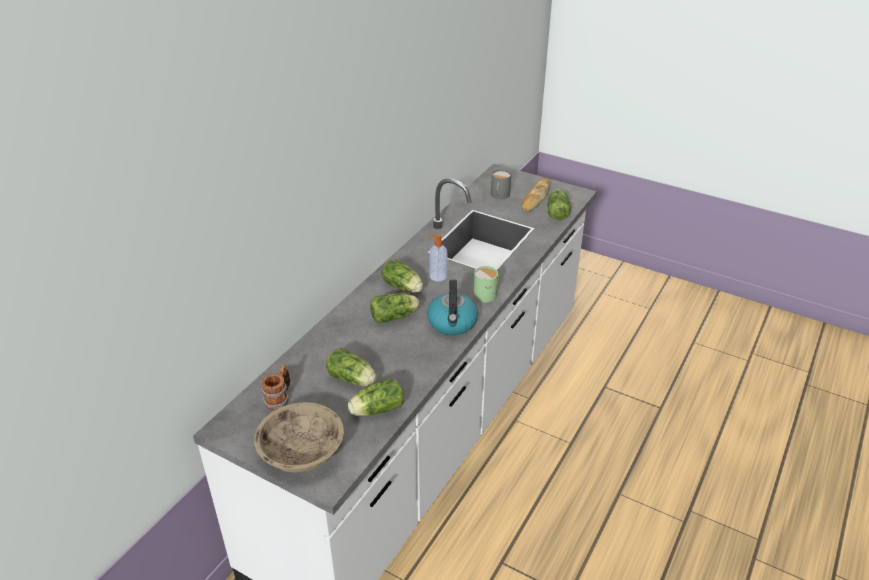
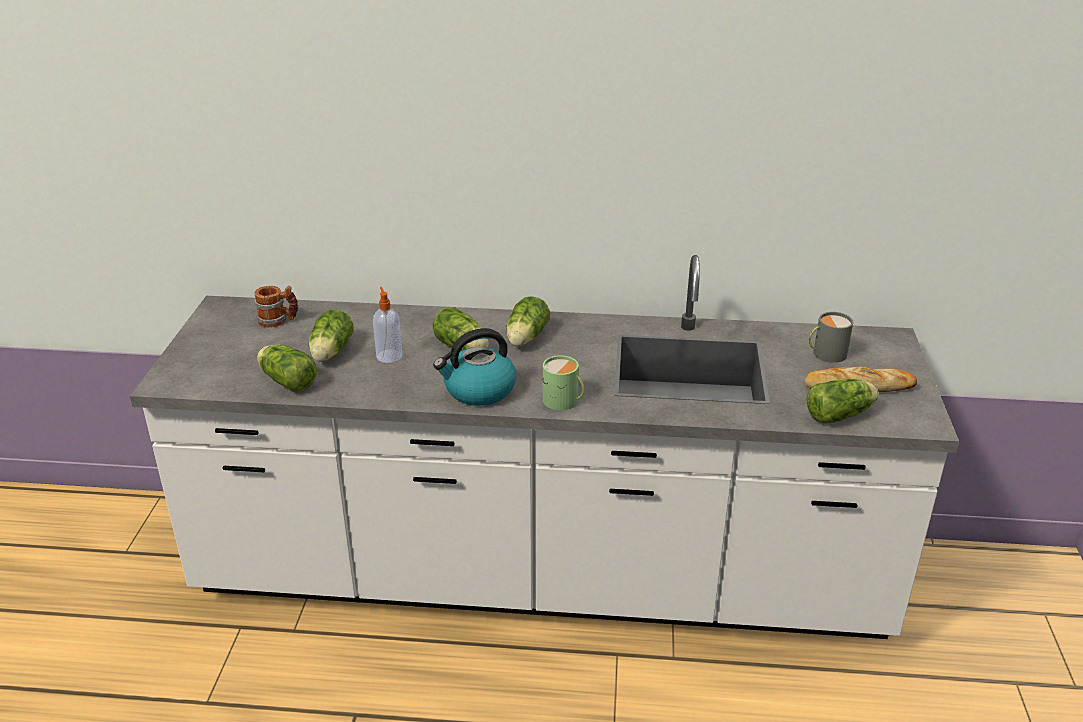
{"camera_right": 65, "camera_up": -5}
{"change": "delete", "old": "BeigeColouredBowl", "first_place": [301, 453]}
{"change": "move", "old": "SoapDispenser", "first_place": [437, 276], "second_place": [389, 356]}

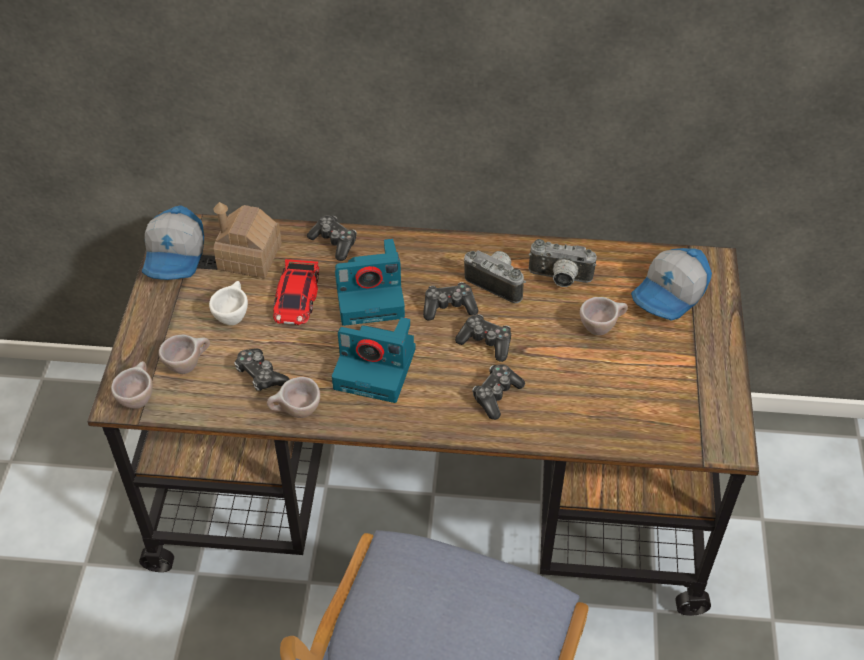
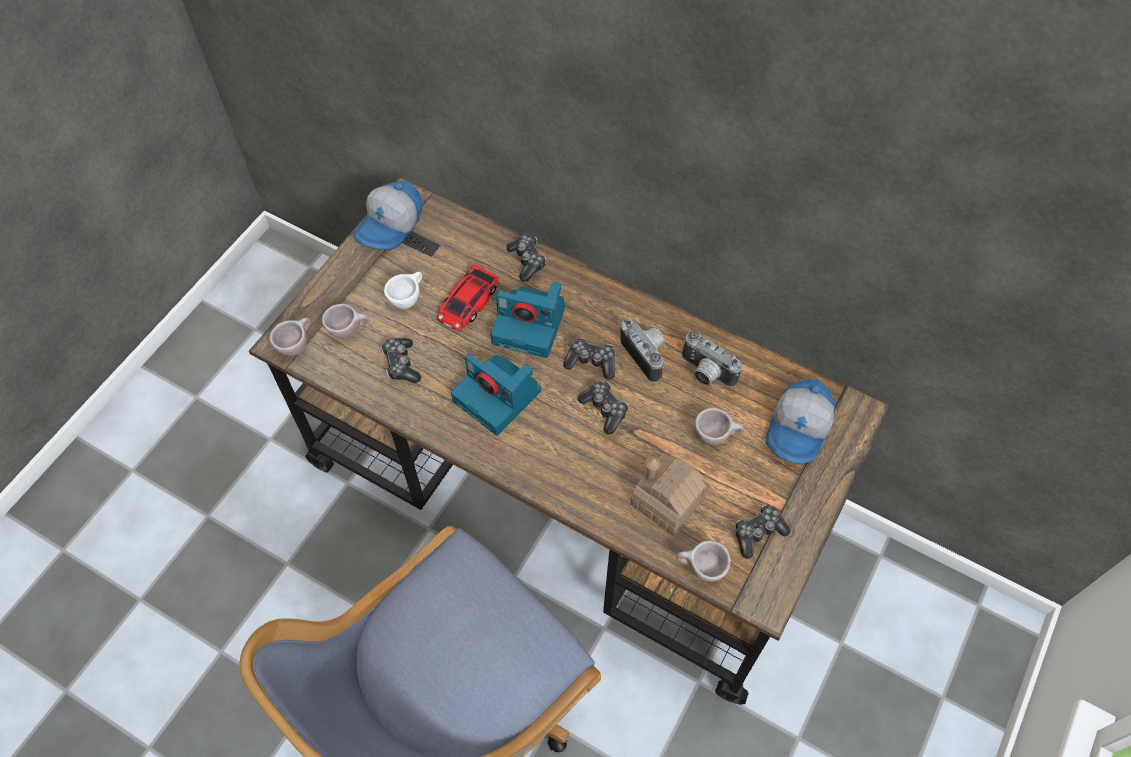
{"camera_right": 25, "camera_up": 10}
{"change": "move", "old": "ModelHouse", "first_place": [249, 256], "second_place": [667, 501]}
{"change": "move", "old": "BeigeColouredDrinkingCup", "first_place": [295, 413], "second_place": [700, 569]}
{"change": "move", "old": "Joypad", "first_place": [496, 395], "second_place": [758, 533]}
{"change": "rotate", "old": "PeakedCap", "first_place": [670, 295], "second_place": [799, 429], "degrees": -45}

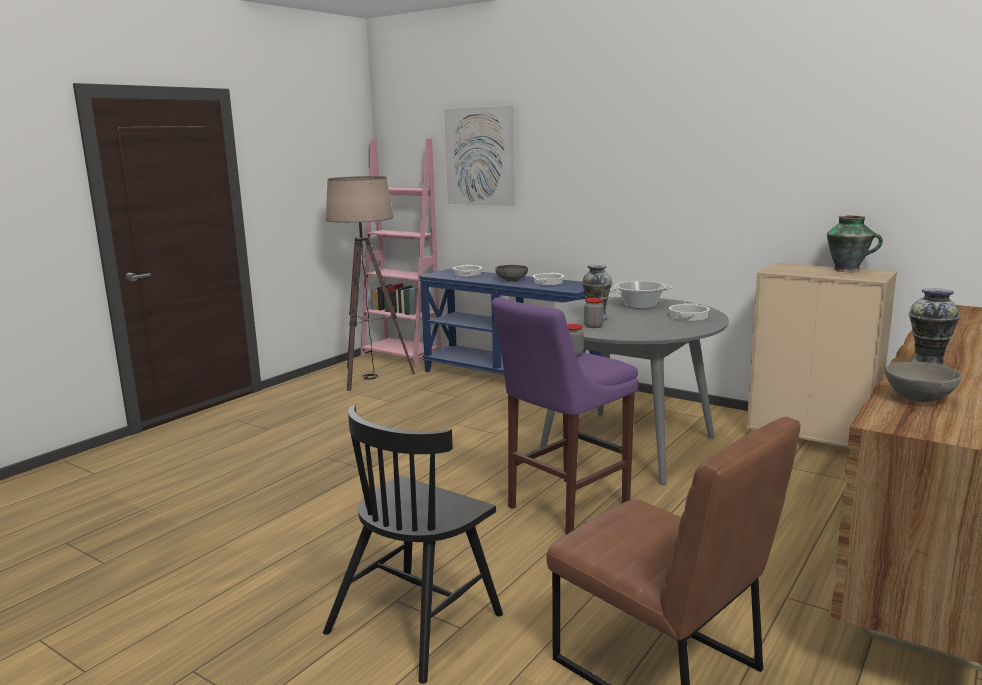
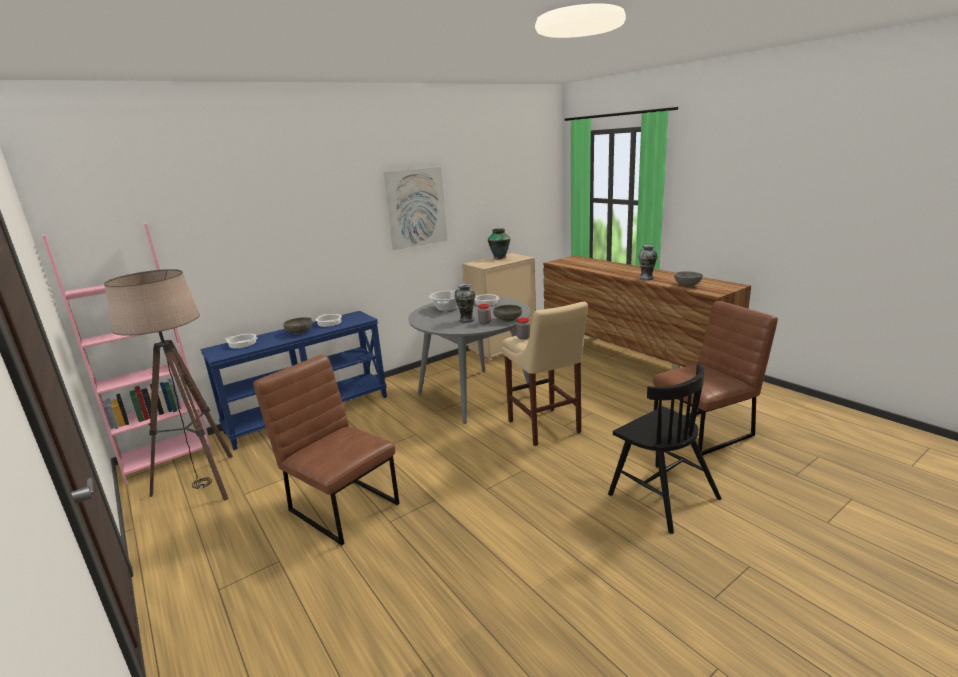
{"camera_right": -70, "camera_up": 5}
{"change": "insert", "new": "BrownColouredChair", "second_place": [342, 505]}
{"change": "insert", "new": "GreyBowl", "second_place": [507, 320]}
{"change": "move", "old": "Picture", "first_place": [479, 156], "second_place": [416, 207]}
{"change": "recolor", "old": "PurpleColouredStool", "new": "BeigeColouredStool", "first_place": [563, 508], "second_place": [545, 428]}

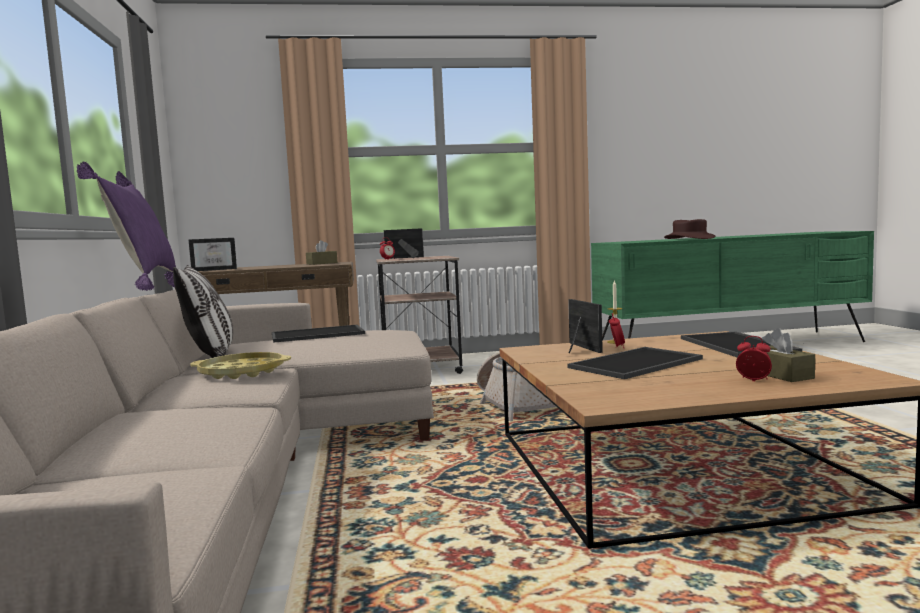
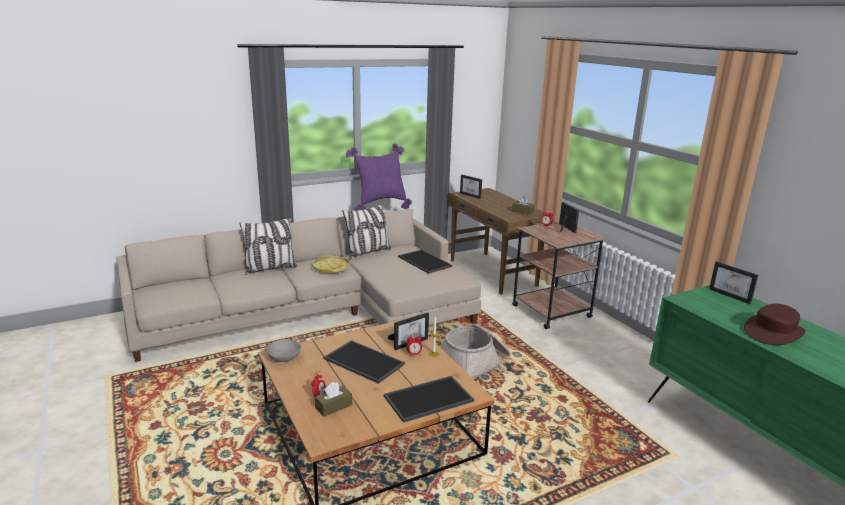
{"camera_right": 70, "camera_up": 15}
{"change": "insert", "new": "ThrowPillow", "second_place": [270, 268]}
{"change": "insert", "new": "GreyBowl", "second_place": [284, 358]}
{"change": "insert", "new": "StandingFrame", "second_place": [732, 295]}

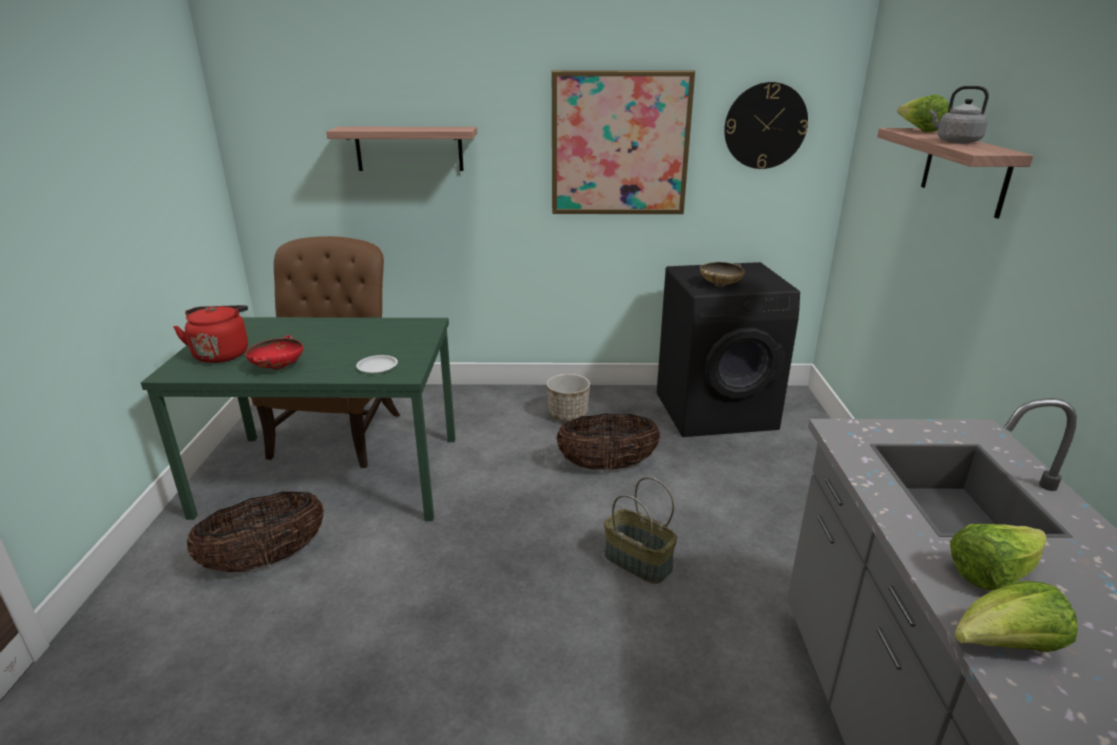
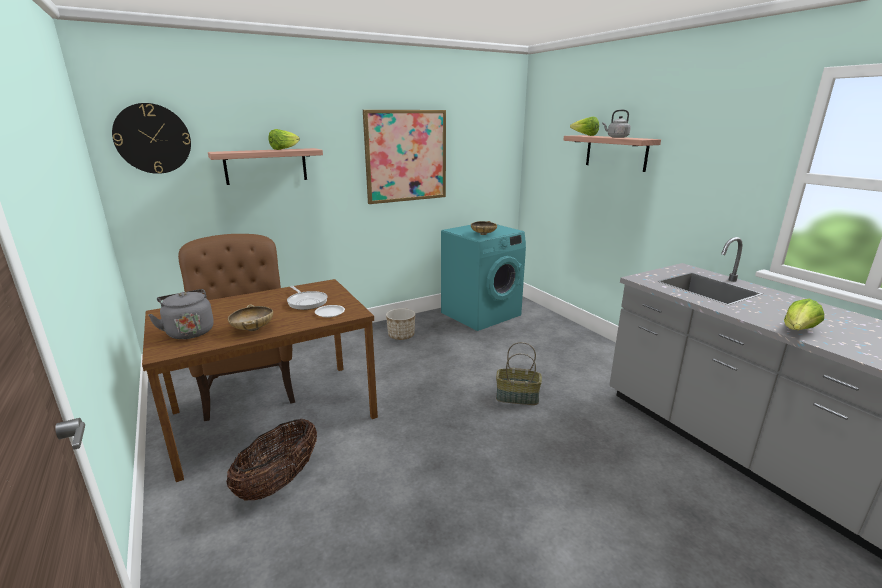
{"camera_right": -30, "camera_up": -5}
{"change": "delete", "old": "HouseholdBasket", "first_place": [607, 465]}
{"change": "insert", "new": "FryingPan", "second_place": [306, 302]}
{"change": "move", "old": "ClockOnTheWall", "first_place": [765, 126], "second_place": [153, 139]}
{"change": "move", "old": "Lettuce", "first_place": [991, 574], "second_place": [284, 149]}
{"change": "recolor", "old": "GreenishDinnerTable", "new": "BrownColouredDinnerTable", "first_place": [335, 474], "second_place": [275, 413]}
{"change": "recolor", "old": "RedTeaKettle", "new": "GreyTeaKettle", "first_place": [222, 353], "second_place": [189, 331]}
{"change": "recolor", "old": "RedBowl", "new": "BeigeColouredBowl", "first_place": [277, 367], "second_place": [253, 329]}
{"change": "recolor", "old": "BlackishWashingMachine", "new": "TurquoiseWashingMachine", "first_place": [716, 411], "second_place": [482, 314]}

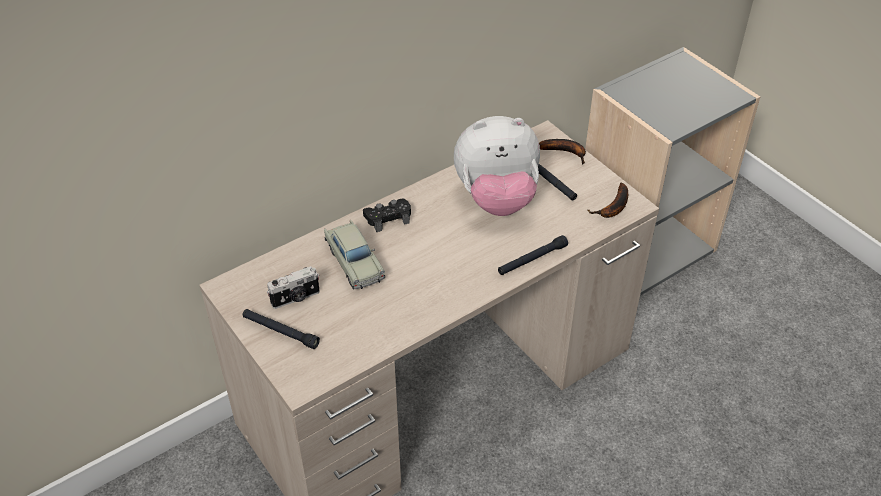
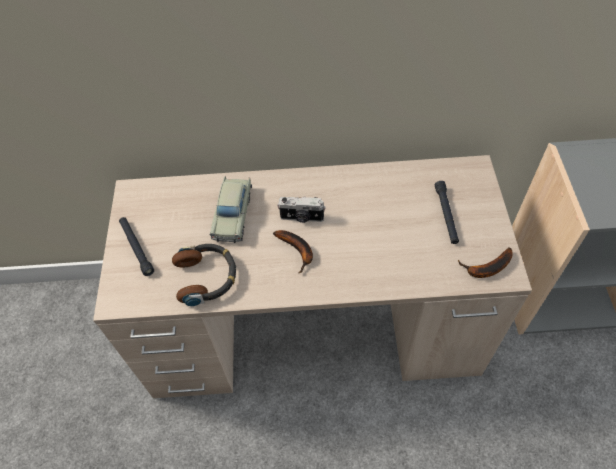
{"camera_right": 35, "camera_up": 10}
{"change": "delete", "old": "BlackishJoypad", "first_place": [388, 218]}
{"change": "delete", "old": "PlushToy", "first_place": [496, 199]}
{"change": "delete", "old": "BlackishTorch", "first_place": [532, 260]}
{"change": "insert", "new": "Headphones", "second_place": [207, 277]}
{"change": "move", "old": "StillCamera", "first_place": [296, 298], "second_place": [302, 218]}
{"change": "move", "old": "BananaFruit", "first_place": [565, 152], "second_place": [298, 251]}

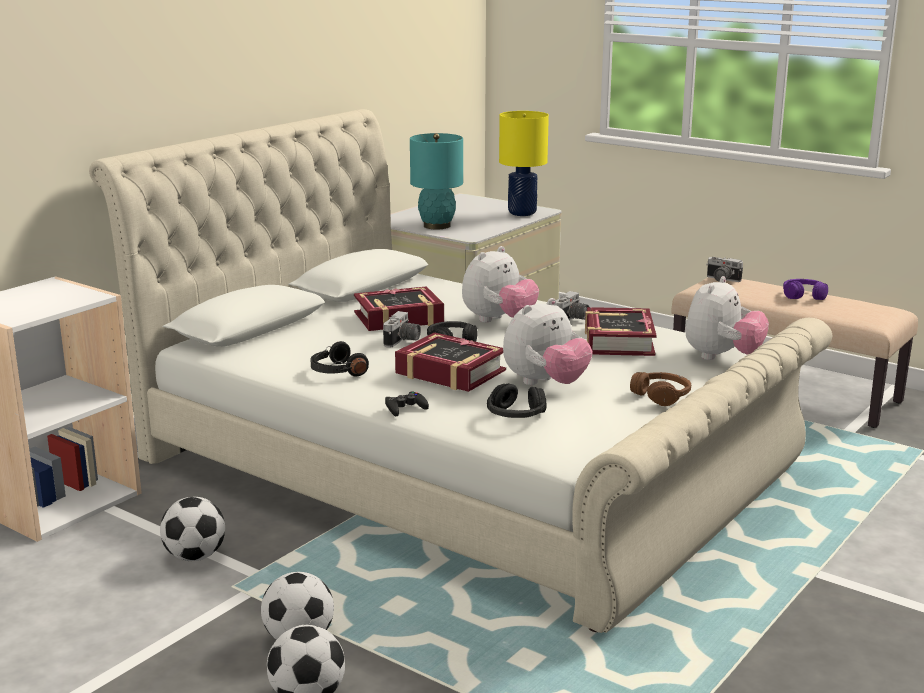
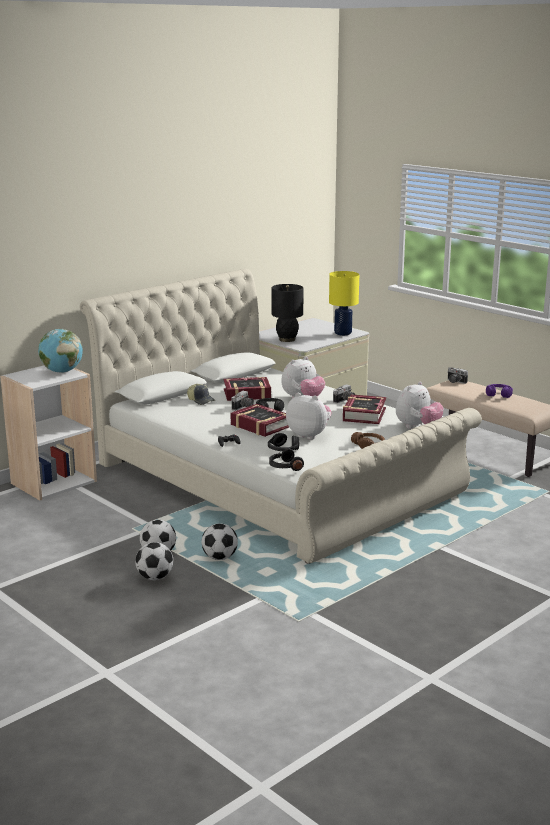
{"camera_right": 10, "camera_up": 0}
{"change": "insert", "new": "DeskGlobe", "second_place": [61, 371]}
{"change": "insert", "new": "PeakedCap", "second_place": [201, 400]}
{"change": "move", "old": "Football", "first_place": [195, 557], "second_place": [220, 558]}
{"change": "move", "old": "BlackishHeadphones", "first_place": [336, 371], "second_place": [284, 467]}
{"change": "recolor", "old": "TurquoiseLampForATable", "new": "BlackishLampForATable", "first_place": [436, 226], "second_place": [287, 339]}
{"change": "rotate", "old": "PlushToy", "first_place": [545, 384], "second_place": [309, 435], "degrees": -120}

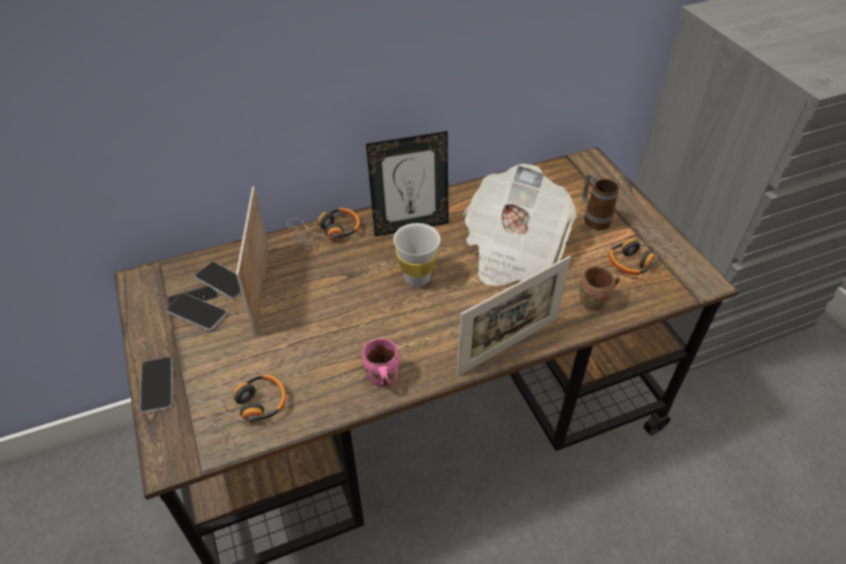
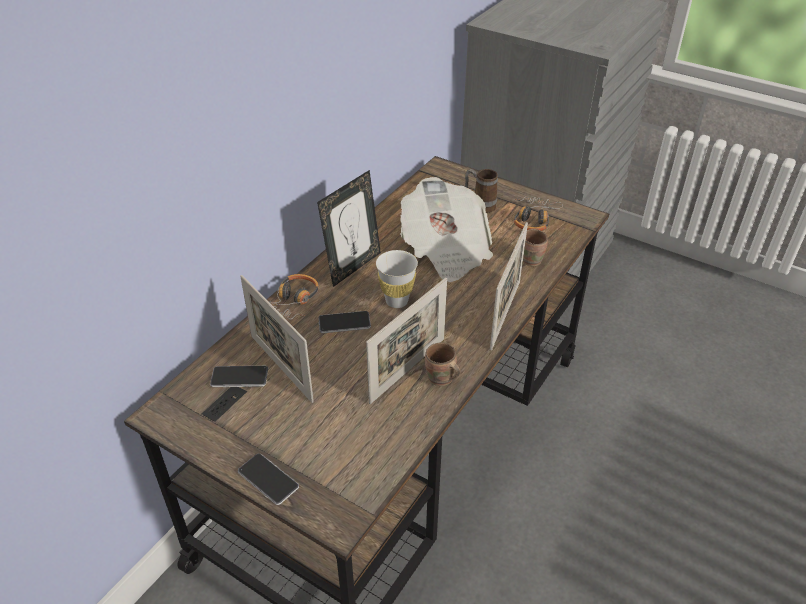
{"camera_right": -35, "camera_up": -5}
{"change": "delete", "old": "Headphones", "first_place": [244, 410]}
{"change": "insert", "new": "StandingFrame", "second_place": [408, 370]}
{"change": "move", "old": "Telephone", "first_place": [196, 312], "second_place": [344, 323]}
{"change": "recolor", "old": "PinkCoffeeMug", "new": "BrownColouredCoffeeMug", "first_place": [381, 378], "second_place": [440, 380]}

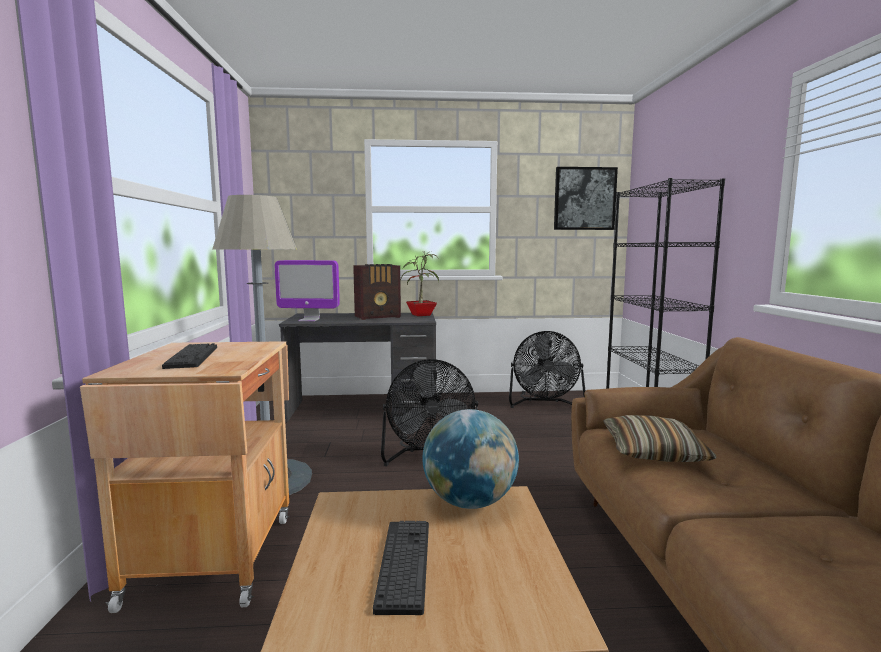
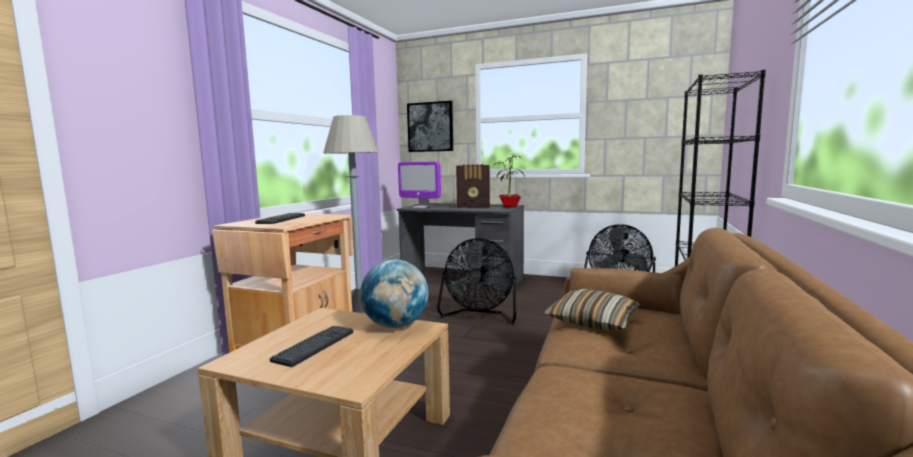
{"camera_right": 25, "camera_up": 0}
{"change": "move", "old": "Picture", "first_place": [584, 199], "second_place": [430, 127]}

